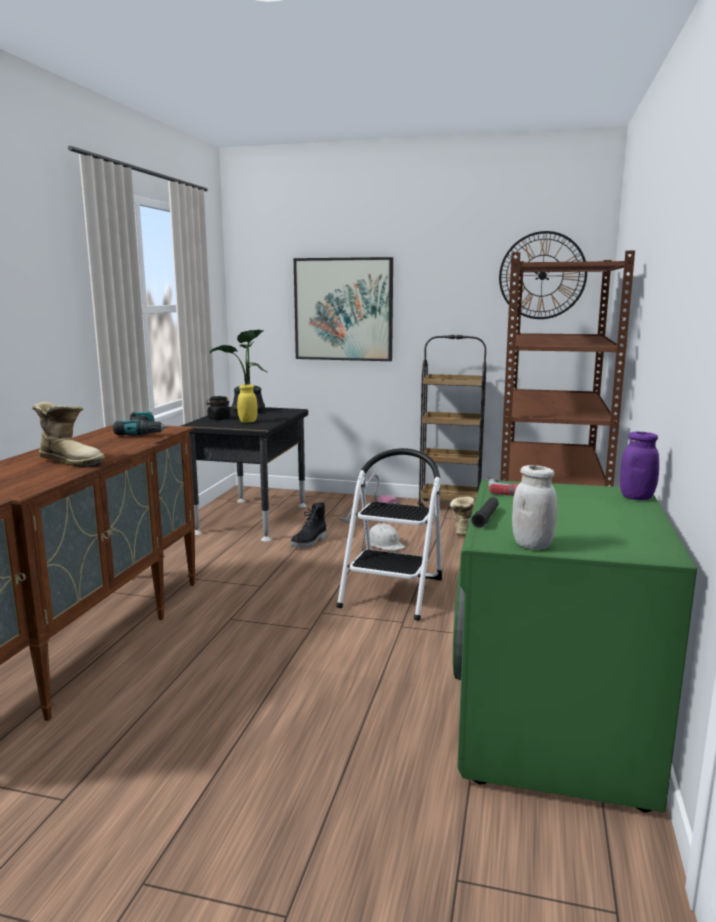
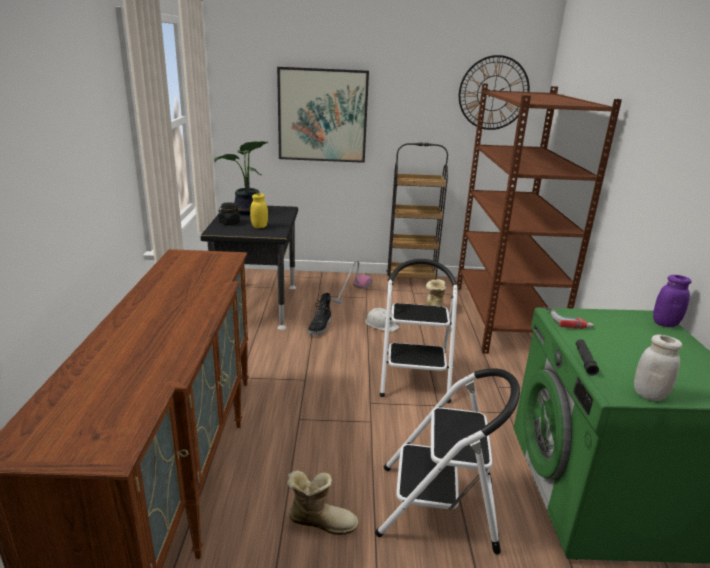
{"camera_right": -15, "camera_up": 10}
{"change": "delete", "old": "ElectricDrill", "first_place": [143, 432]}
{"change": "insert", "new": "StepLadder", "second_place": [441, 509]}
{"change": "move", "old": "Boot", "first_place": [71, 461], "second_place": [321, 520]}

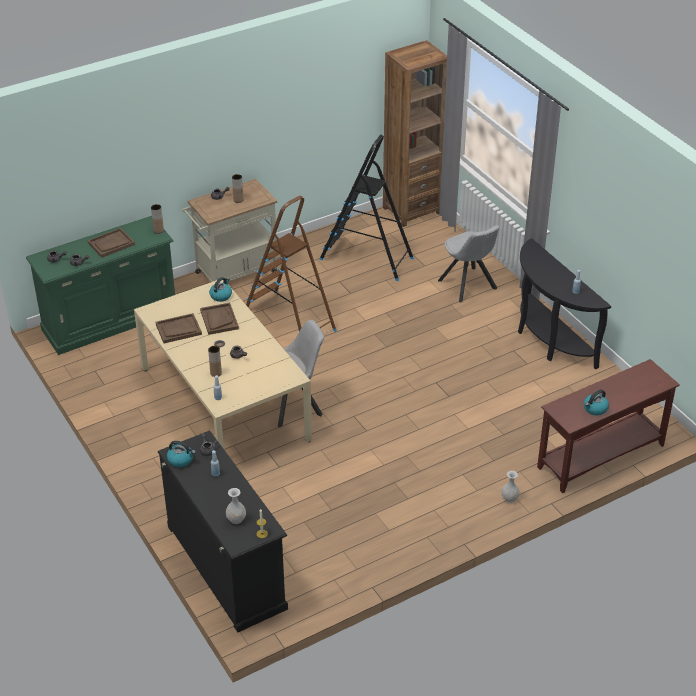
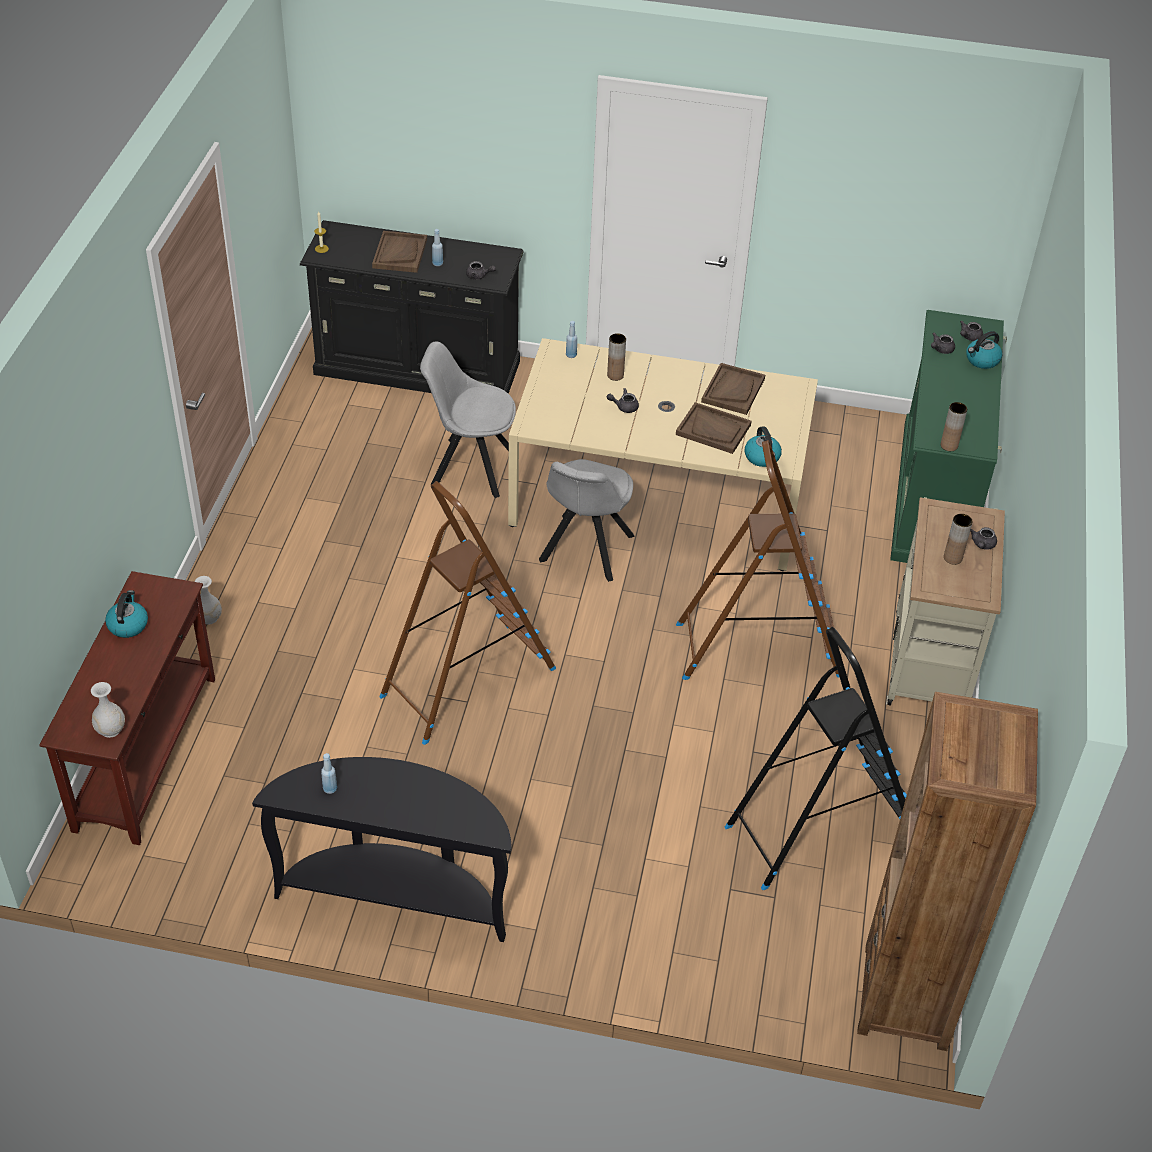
{"camera_right": 130, "camera_up": 5}
{"change": "insert", "new": "BrownColouredStepLadder", "second_place": [469, 681]}
{"change": "move", "old": "BrownColouredTray", "first_place": [111, 244], "second_place": [400, 253]}
{"change": "move", "old": "TeaKettle", "first_place": [181, 459], "second_place": [982, 360]}
{"change": "move", "old": "WhitishVase", "first_place": [236, 519], "second_place": [111, 729]}
{"change": "move", "old": "GreyChair", "first_place": [468, 285], "second_place": [470, 467]}

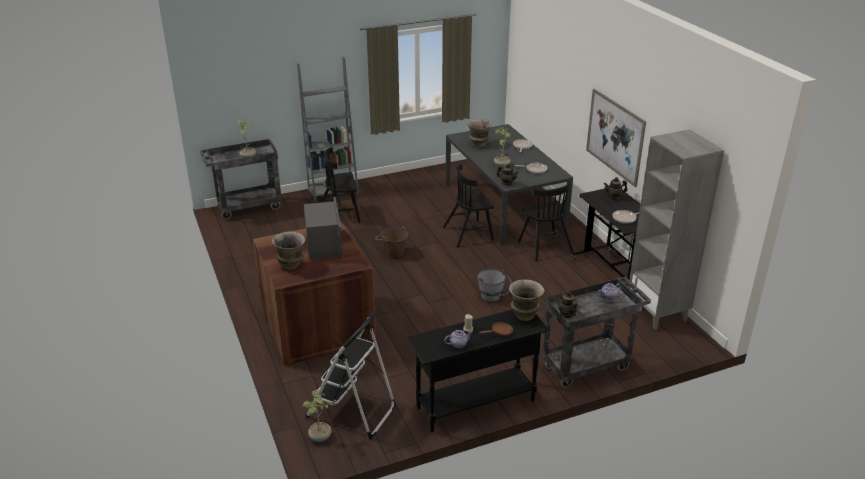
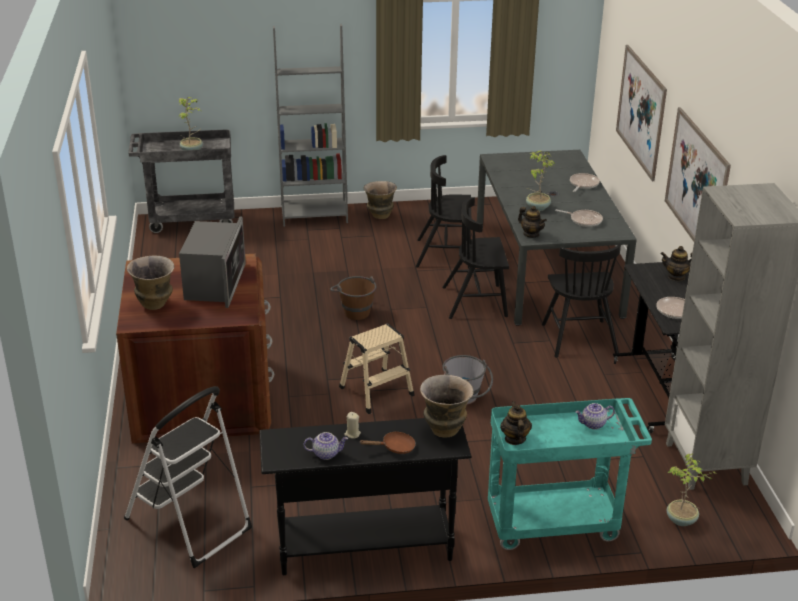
{"camera_right": 15, "camera_up": 0}
{"change": "insert", "new": "BeigeColouredStepLadder", "second_place": [376, 391]}
{"change": "insert", "new": "Picture", "second_place": [640, 111]}
{"change": "move", "old": "Houseplant", "first_place": [320, 437], "second_place": [681, 520]}
{"change": "move", "old": "BlackishChair", "first_place": [342, 214], "second_place": [448, 254]}
{"change": "move", "old": "Vase", "first_place": [478, 145], "second_place": [379, 216]}
{"change": "recolor", "old": "GreyTrolley", "new": "TurquoiseTrolley", "first_place": [589, 368], "second_place": [558, 527]}

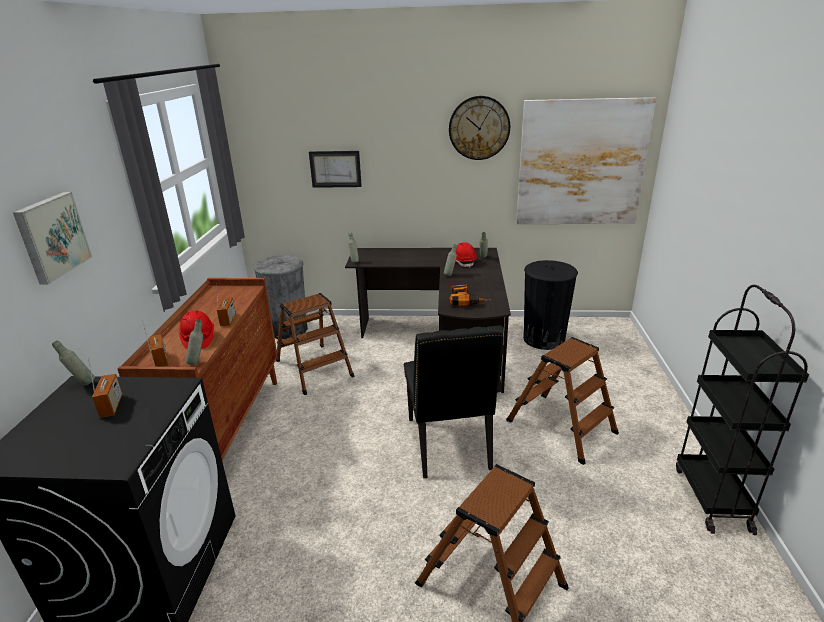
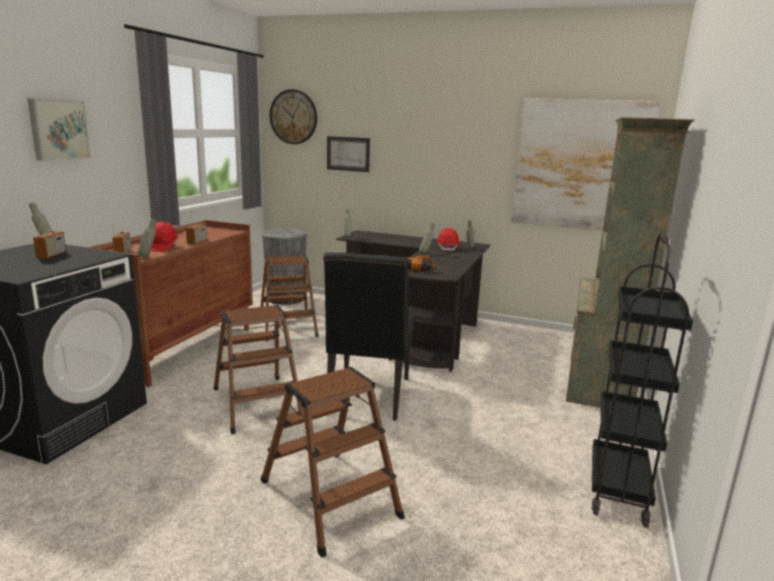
{"camera_right": 15, "camera_up": -10}
{"change": "delete", "old": "BlackishTrashCan", "first_place": [544, 339]}
{"change": "insert", "new": "GreenishShelvingUnit", "second_place": [599, 381]}
{"change": "move", "old": "ClockOnTheWall", "first_place": [479, 128], "second_place": [293, 117]}
{"change": "move", "old": "BrownColouredStepLadder", "first_place": [561, 426], "second_place": [257, 402]}

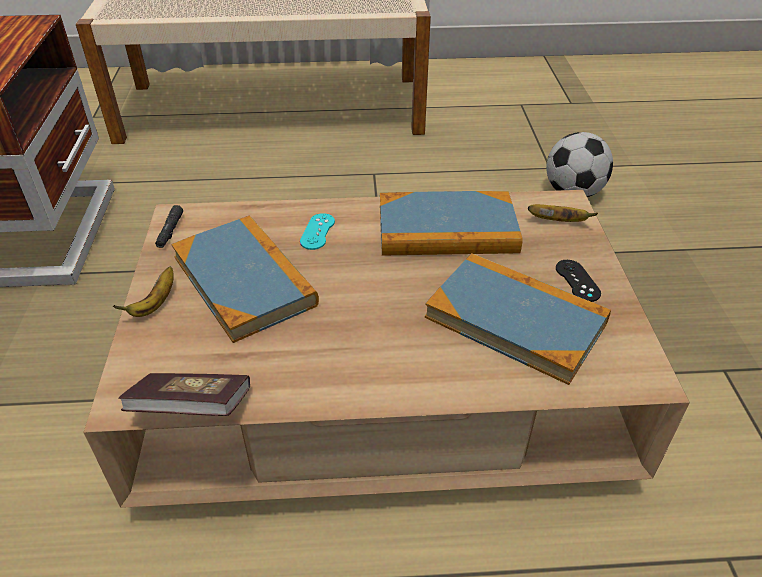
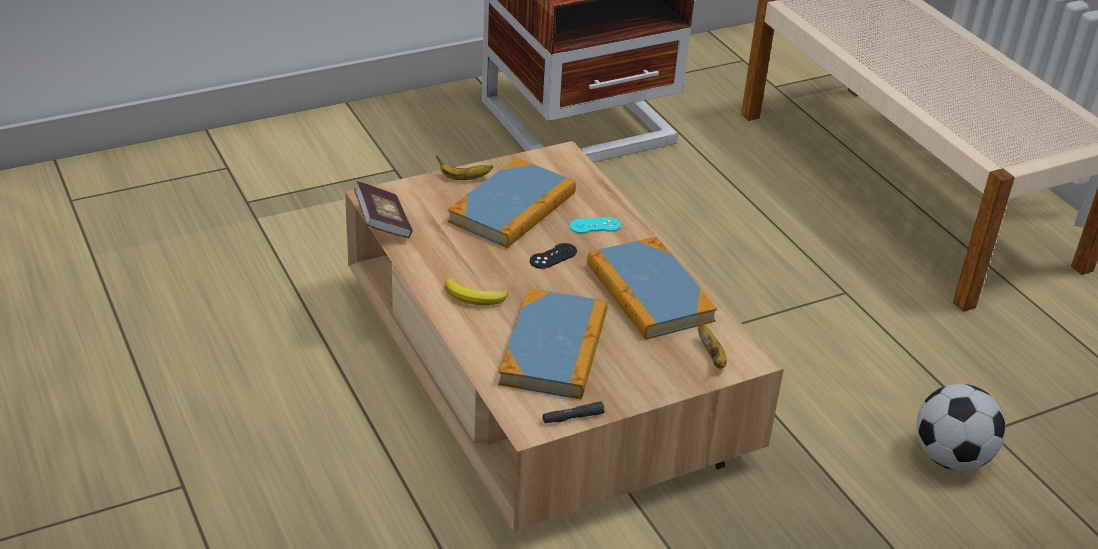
{"camera_right": 65, "camera_up": -5}
{"change": "insert", "new": "BananaFruit", "second_place": [475, 297]}
{"change": "move", "old": "BlackishTorch", "first_place": [170, 231], "second_place": [572, 418]}
{"change": "move", "old": "BlackishJoypad", "first_place": [577, 281], "second_place": [553, 256]}

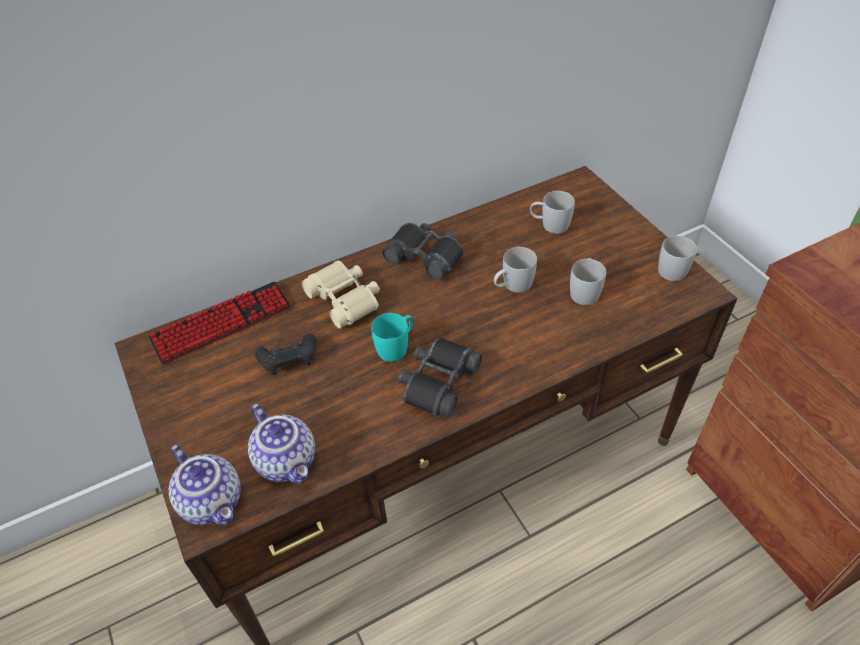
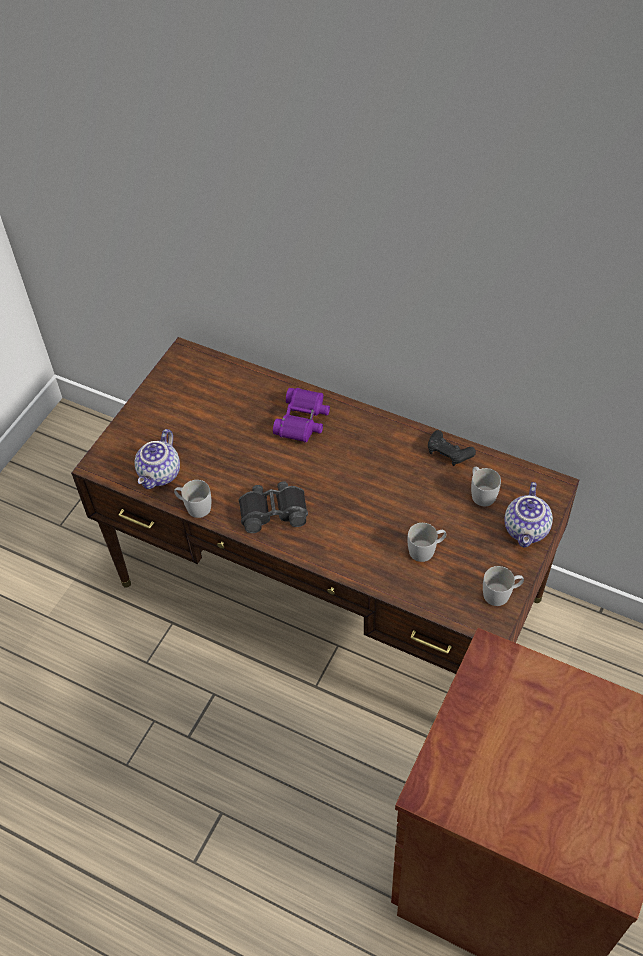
{"camera_right": 55, "camera_up": 5}
{"change": "delete", "old": "PcKeyboard", "first_place": [221, 323]}
{"change": "delete", "old": "TurquoiseCoffeeMug", "first_place": [396, 346]}
{"change": "delete", "old": "BlackishPairOfBinoculars", "first_place": [425, 256]}
{"change": "move", "old": "TeaPot", "first_place": [214, 501], "second_place": [527, 530]}
{"change": "move", "old": "BlackishJoypad", "first_place": [289, 359], "second_place": [448, 453]}
{"change": "move", "old": "WhitishCoffeeMug", "first_place": [512, 285], "second_place": [194, 506]}
{"change": "recolor", "old": "BeigeColouredPairOfBinoculars", "new": "PurpleColouredPairOfBinoculars", "first_place": [345, 299], "second_place": [303, 420]}

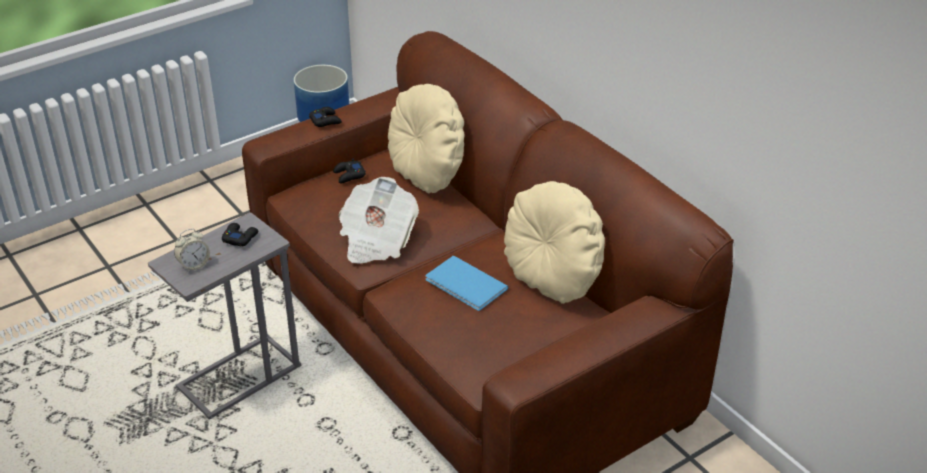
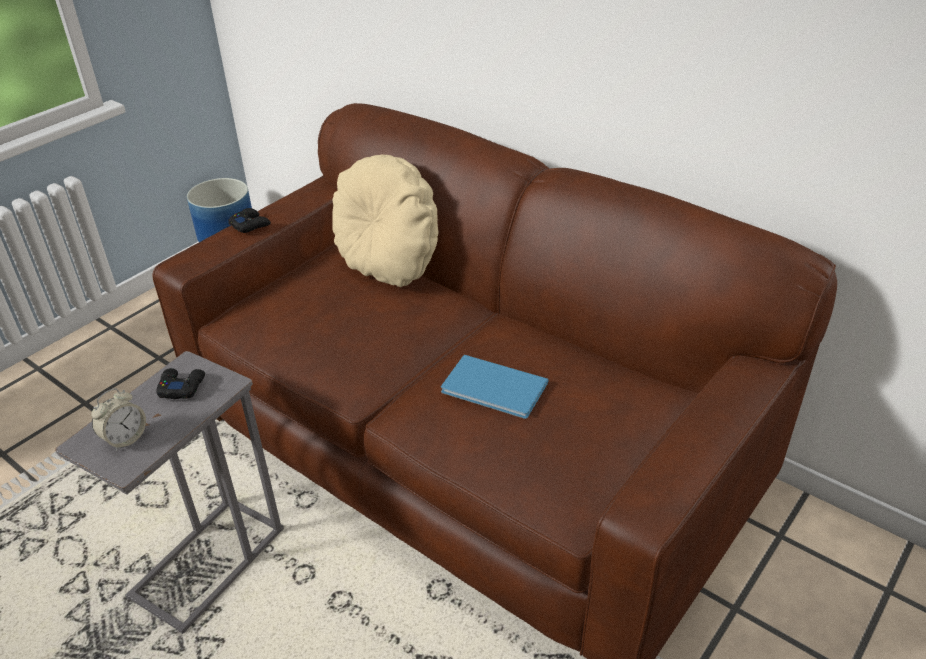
{"camera_right": -15, "camera_up": 0}
{"change": "delete", "old": "BlackishJoypad", "first_place": [349, 175]}
{"change": "delete", "old": "PrintedPaper", "first_place": [376, 240]}
{"change": "delete", "old": "BeigeColouredThrowPillow", "first_place": [551, 282]}

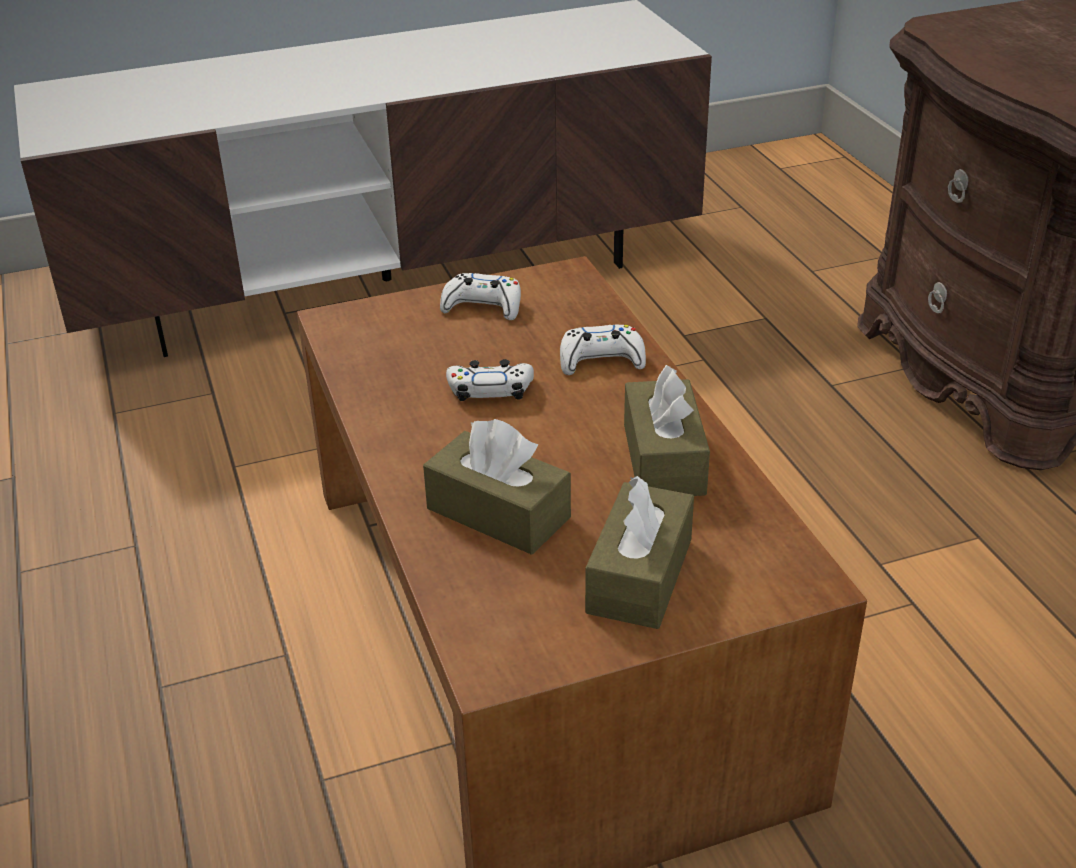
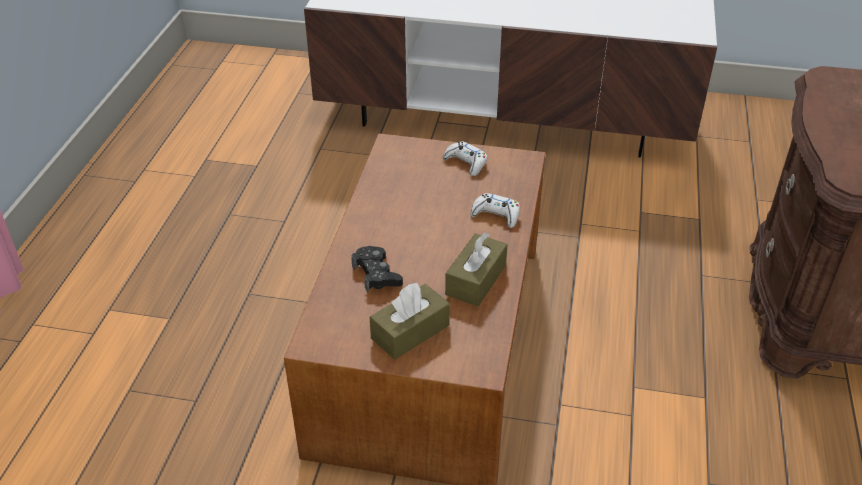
{"camera_right": 30, "camera_up": 5}
{"change": "delete", "old": "WhitishJoypad", "first_place": [490, 390]}
{"change": "replace", "old": "BrownColouredBoxOfTissues", "new": "BlackishJoypad", "first_place": [498, 513], "second_place": [376, 274]}

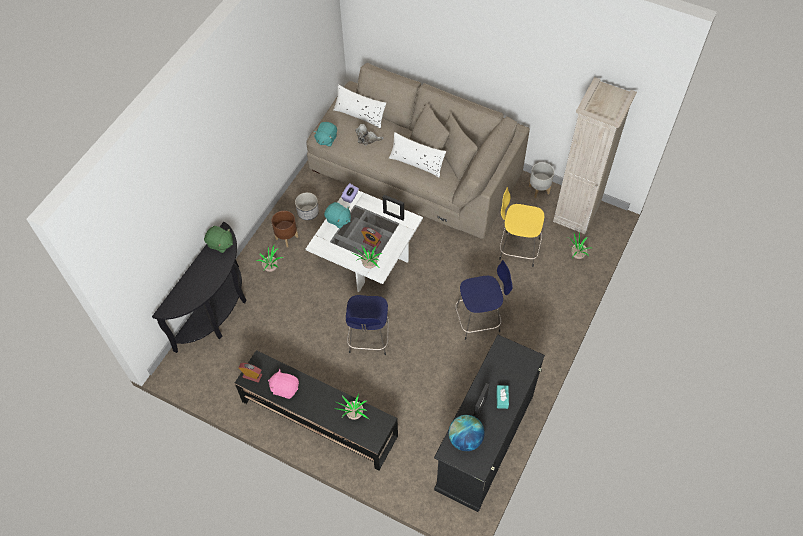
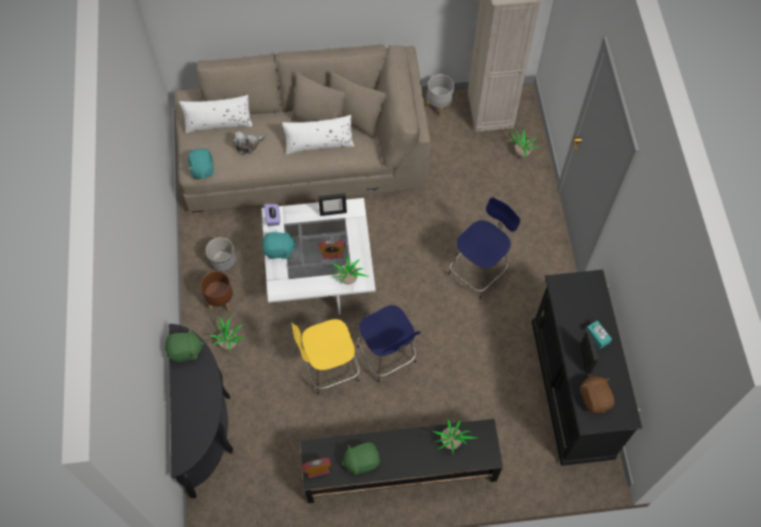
{"camera_right": -35, "camera_up": 5}
{"change": "move", "old": "YellowStool", "first_place": [517, 248], "second_place": [329, 368]}
{"change": "replace", "old": "DeskGlobe", "new": "BrownColouredPlushToy", "first_place": [465, 439], "second_place": [595, 398]}
{"change": "recolor", "old": "PinkPlushToy", "new": "GreenishPlushToy", "first_place": [285, 388], "second_place": [361, 461]}

